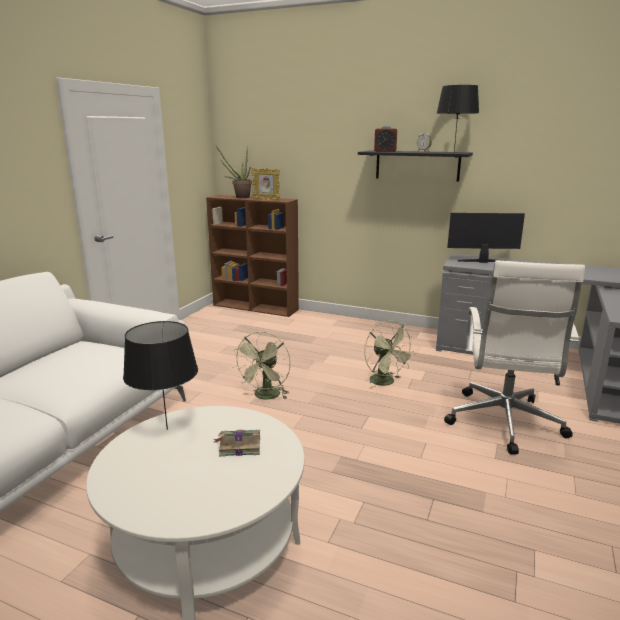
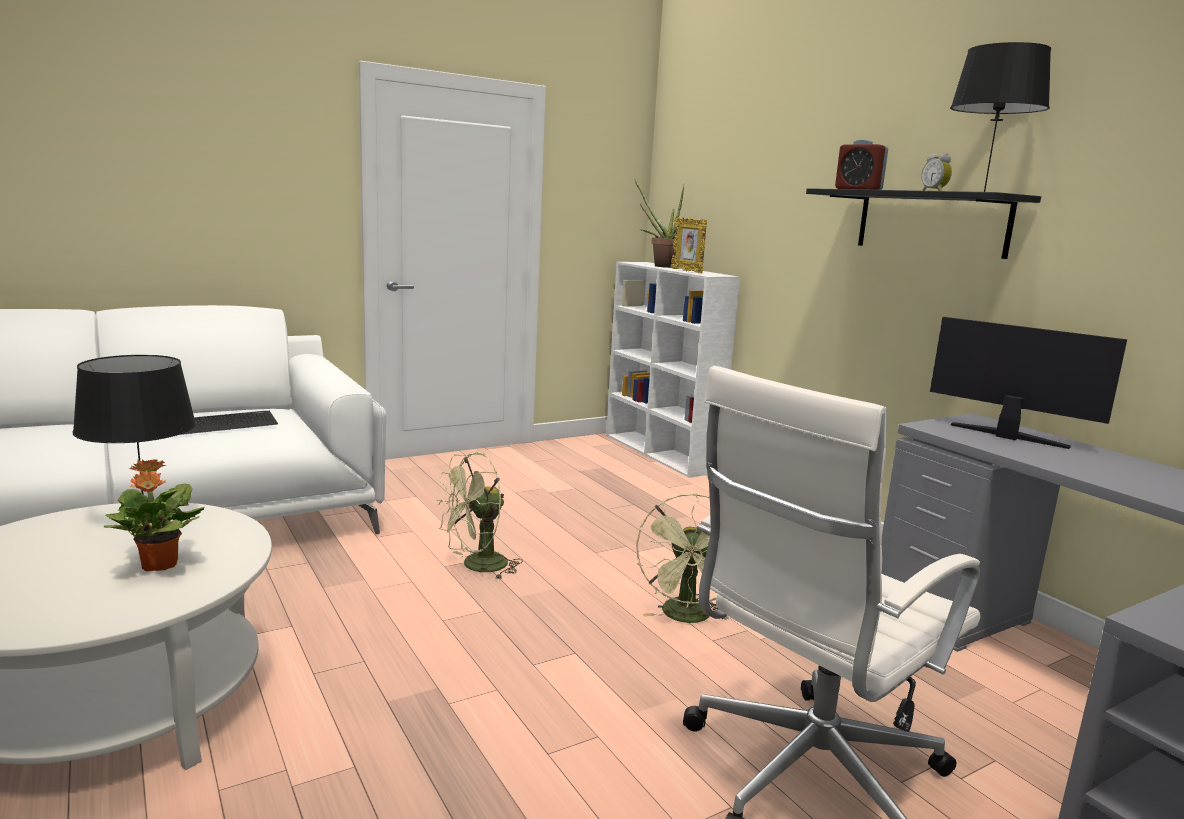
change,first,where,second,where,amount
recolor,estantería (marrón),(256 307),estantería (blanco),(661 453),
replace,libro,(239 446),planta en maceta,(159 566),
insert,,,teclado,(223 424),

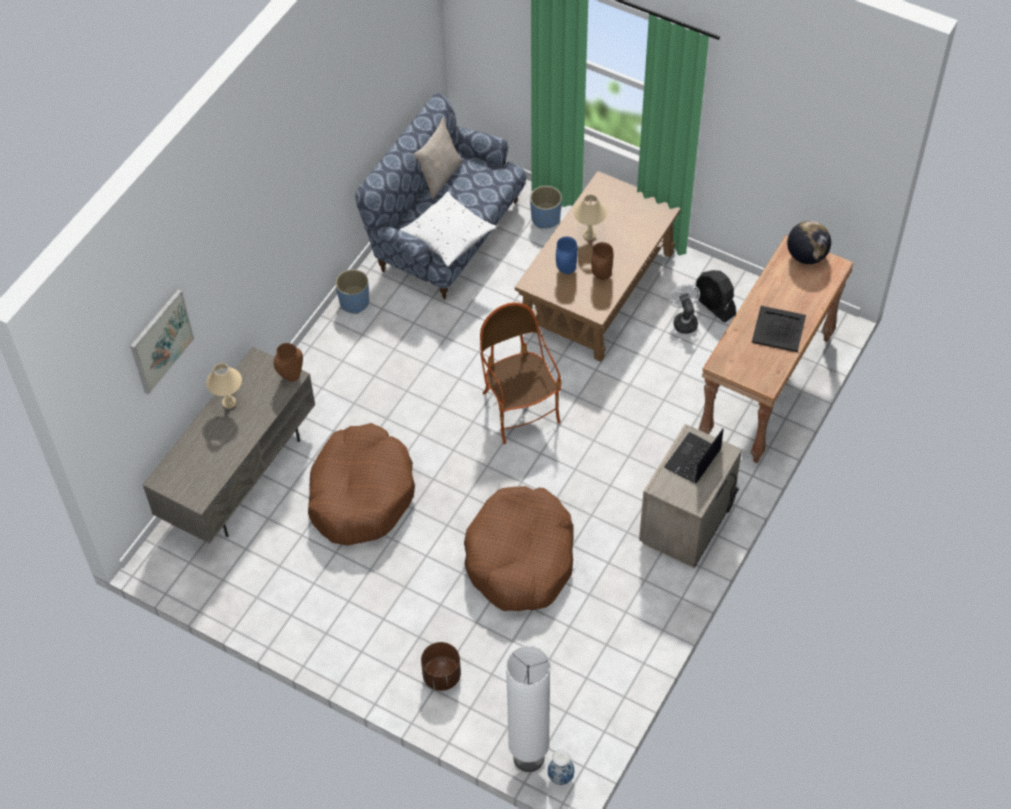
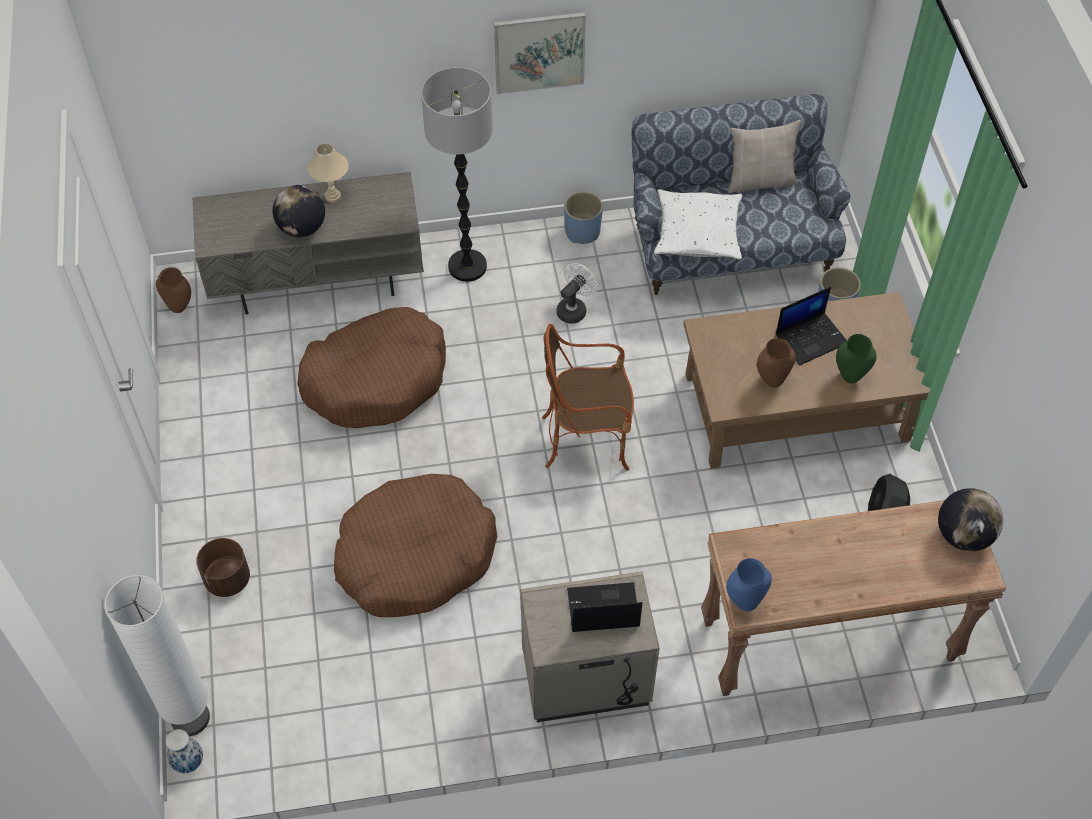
change,first,where,second,where,amount
move,cuadro,(161 341),,(539 52),
move,florero (marrón),(291 376),,(180 307),
rotate,sillón,(519 410),,(587 439),120 degrees counterclockwise
move,florero (azul),(566 270),,(744 603),
replace,lámpara de mesa (beis),(589 235),portátil,(811 338),
move,ventilador (blanco),(684 321),,(574 309),
delete,bandeja (negro),(778 329),,,
insert,,,globo terráqueo,(302 228),
insert,,,lámpara de pie,(467 266),
insert,,,florero (verde),(850 377),

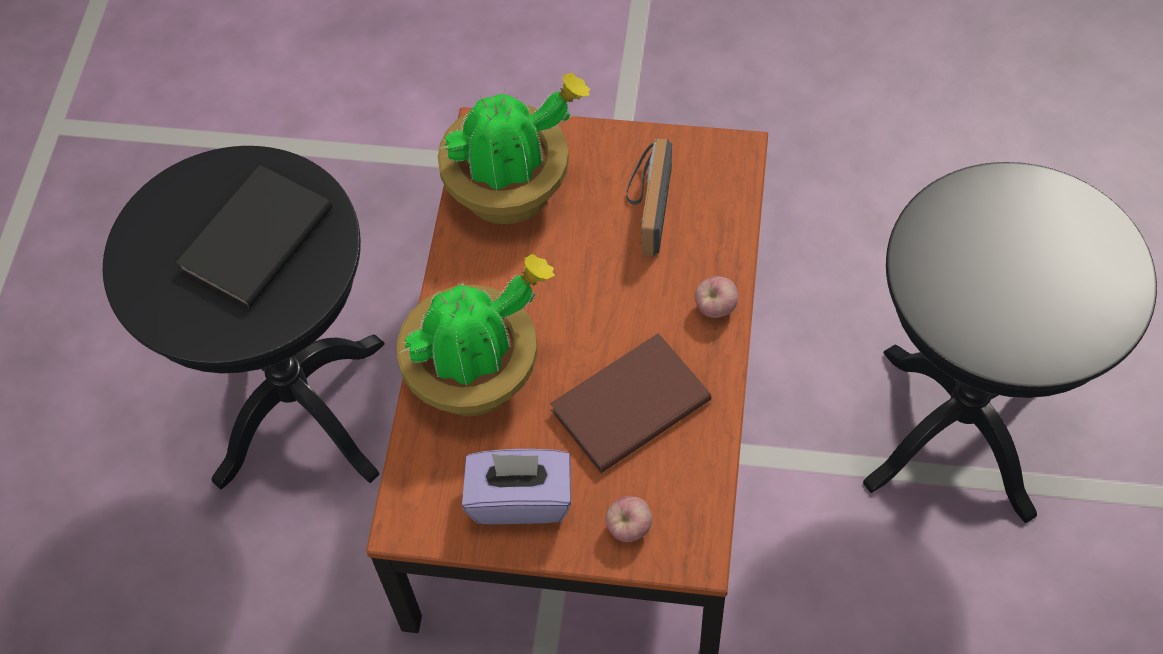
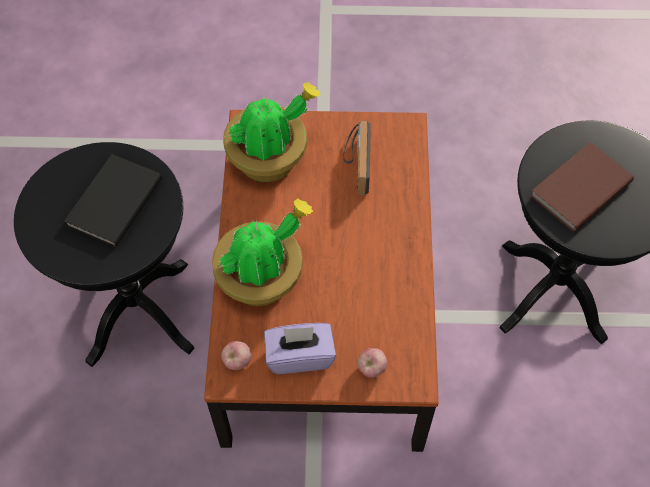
change,first,where,second,where,amount
move,libro (marrón),(627 404),,(578 188),
move,manzana,(715 308),,(237 361),

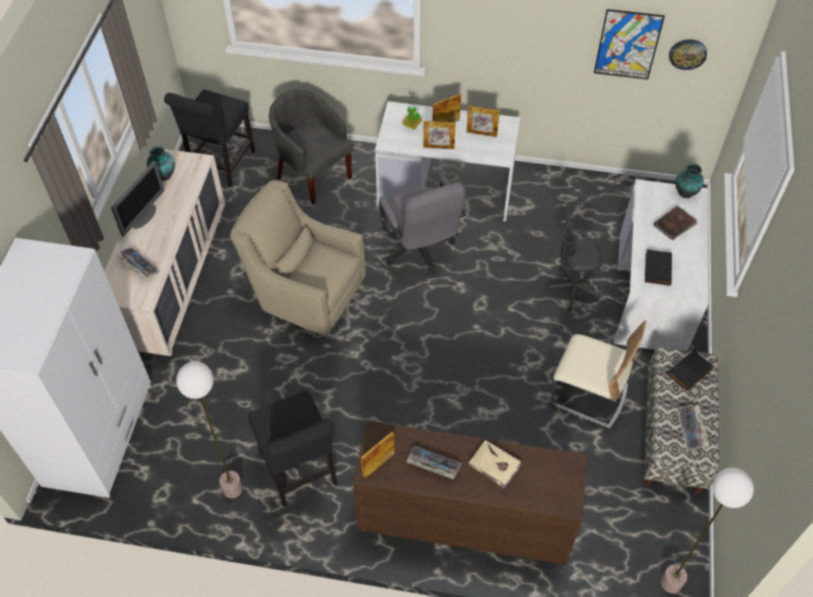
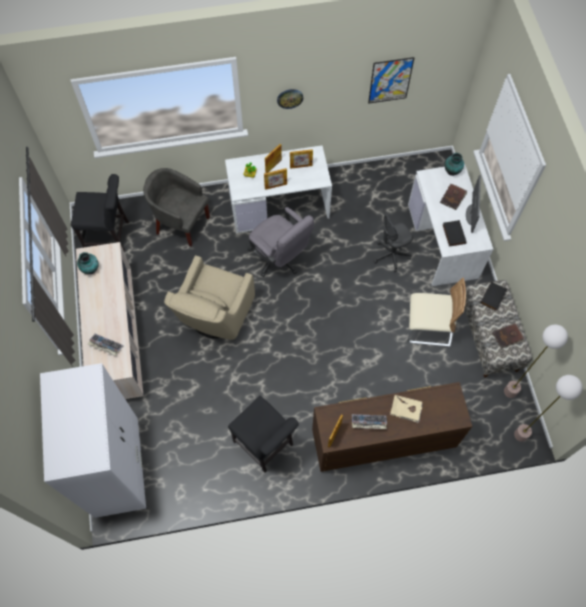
change,first,where,second,where,amount
move,monitor,(144 216),,(471 214),
rotate,silla (negro),(220 165),,(110 236),90 degrees counterclockwise
move,lámpara de pie,(232 489),,(510 391),
rotate,sillón (beis),(305 294),,(214 317),75 degrees counterclockwise
move,reloj de pared,(687 54),,(290 98),
replace,teclado,(692 430),libro (marrón),(508 336),

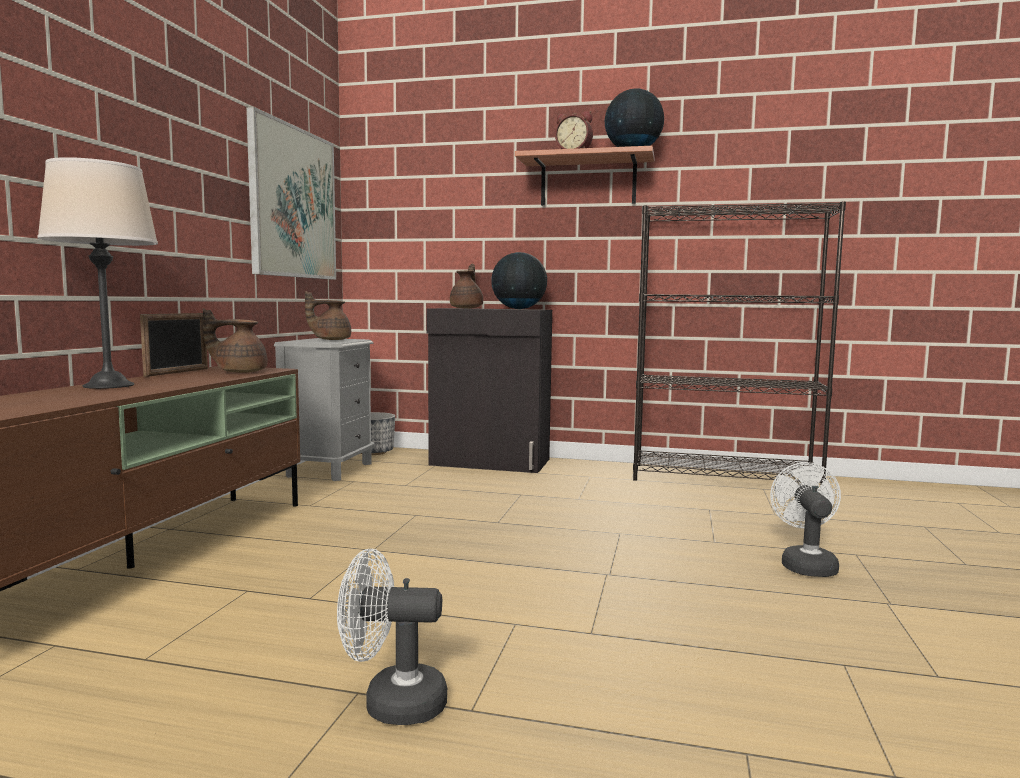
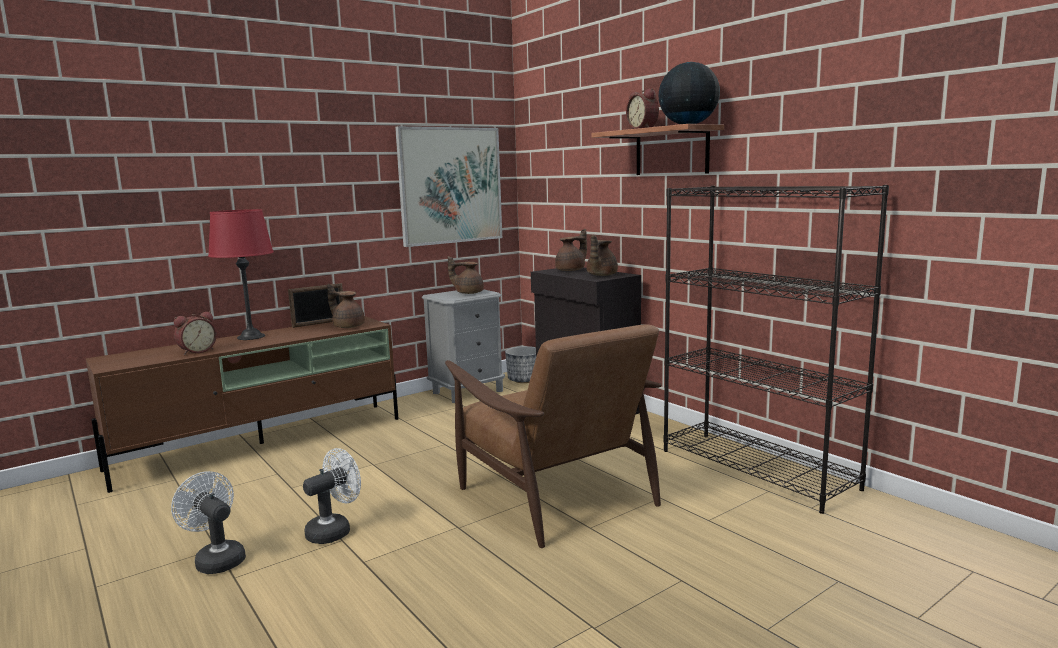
change,first,where,second,where,amount
recolor,lámpara de mesa (beis),(109 385),lámpara de mesa (rojo),(251 337),
replace,globo terráqueo,(518 309),tetera (marrón),(600 275),
move,ventilador (blanco),(805 564),,(334 530),
insert,,,despertador,(196 351),
insert,,,sillón (marrón),(554 493),

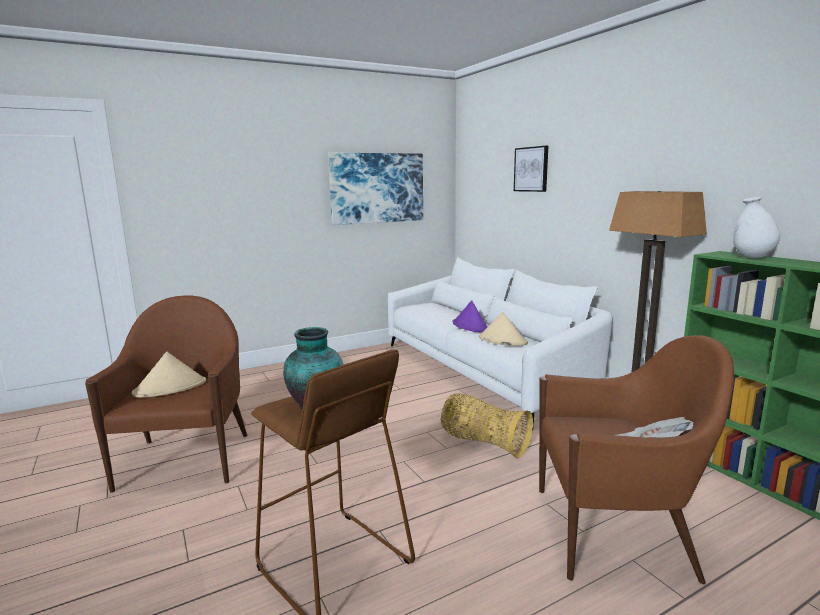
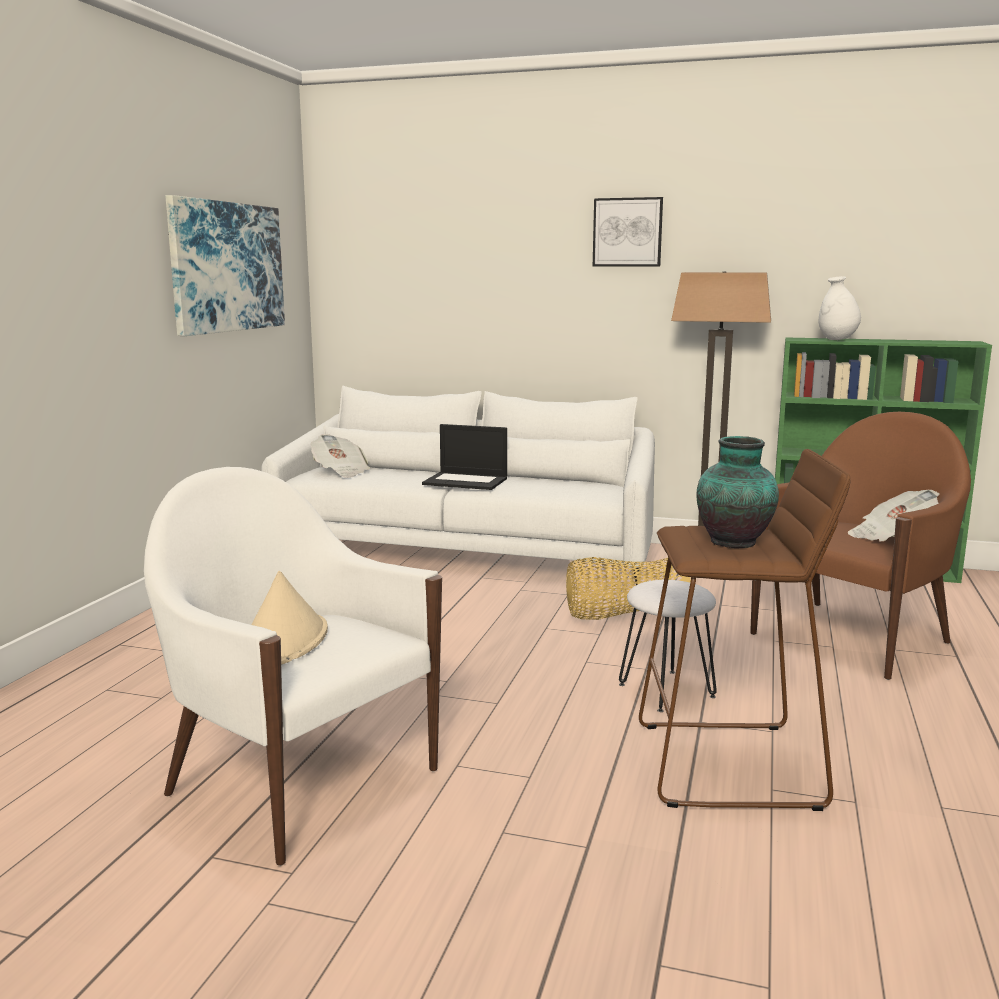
change,first,where,second,where,amount
recolor,sillón (marrón),(186 459),sillón (blanco),(300 780),
replace,sombrero (morado),(470 326),portátil,(466 481),
delete,sombrero (beis),(502 340),,,
move,cuadro,(531 169),,(627 232),
insert,,,periódico,(340 472),
insert,,,taburete (blanco),(667 690),

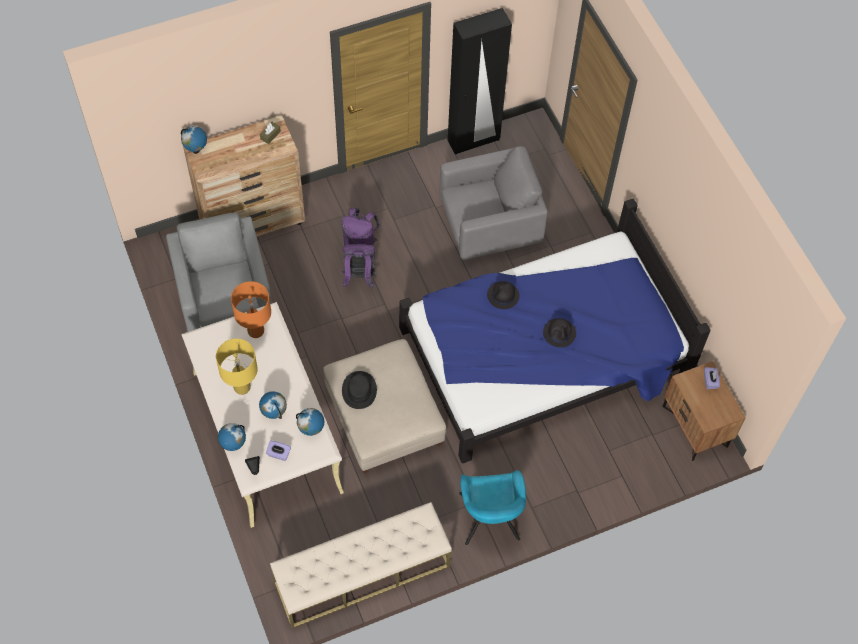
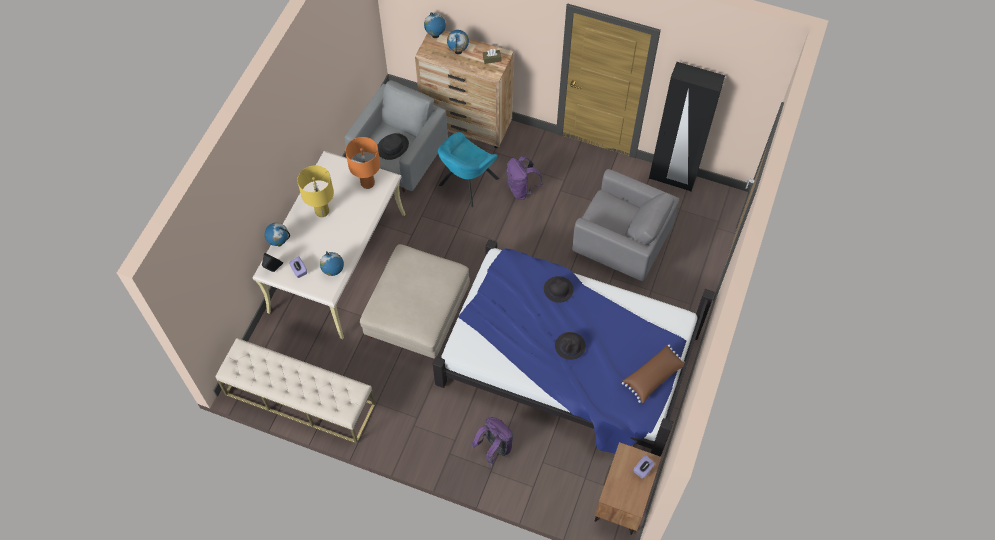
change,first,where,second,where,amount
move,globo terráqueo,(274 413),,(458 52),
move,mochila (morado),(359 278),,(494 448),
move,sombrero (negro),(359 390),,(392 147),
move,sillón (turquesa),(489 520),,(466 184),
insert,,,cojín (marrón),(654 377),

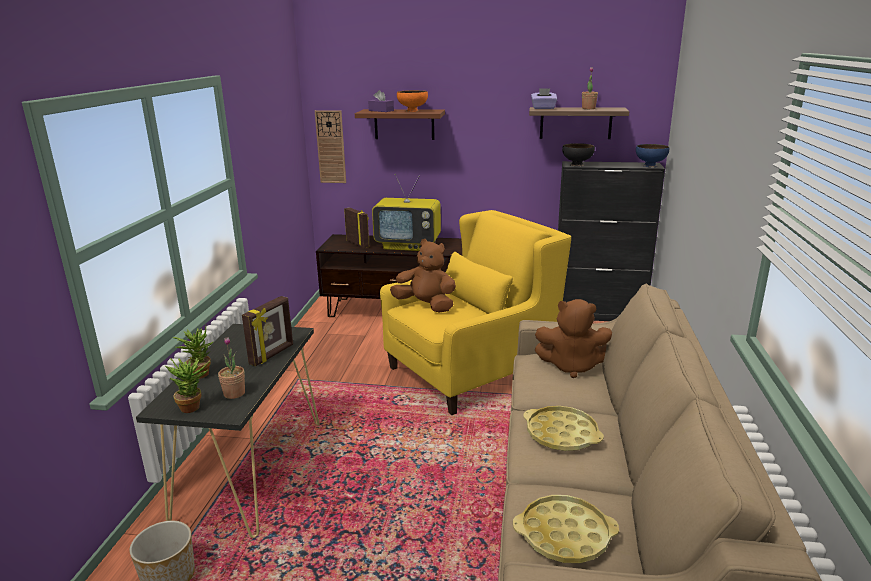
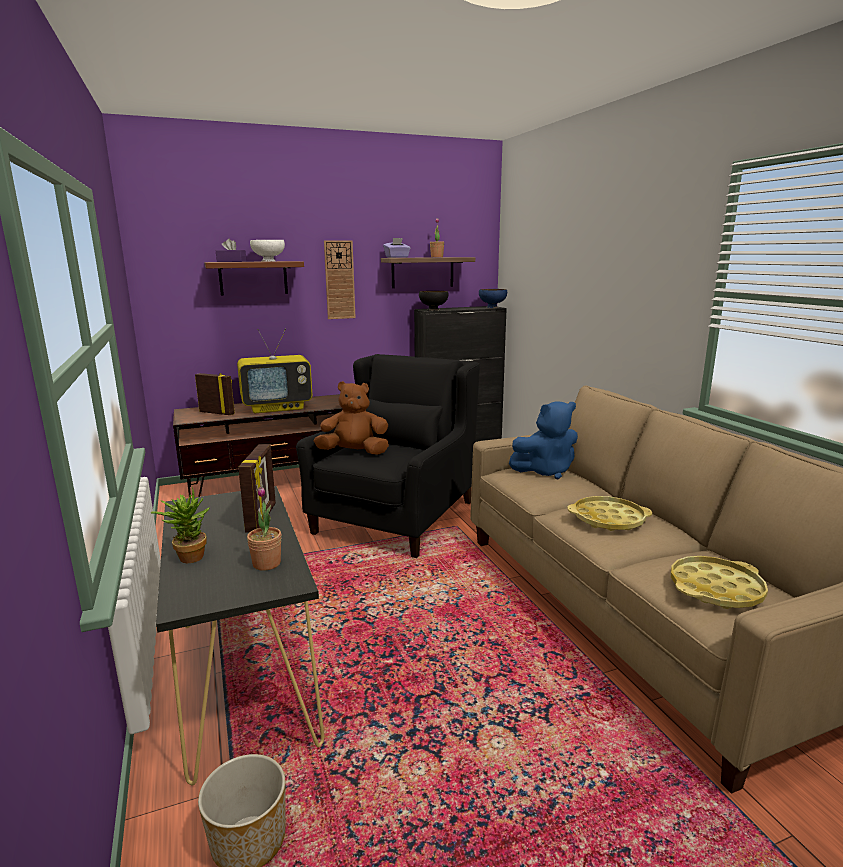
change,first,where,second,where,amount
delete,planta en maceta,(194 407),,,
move,reloj de pared,(331 147),,(339 280),
recolor,sillón (amarillo),(471 371),sillón (negro),(395 517),
recolor,cuenco (naranja),(413 111),cuenco (blanco),(269 261),
recolor,peluche (marrón),(573 366),peluche (azul),(546 471),

